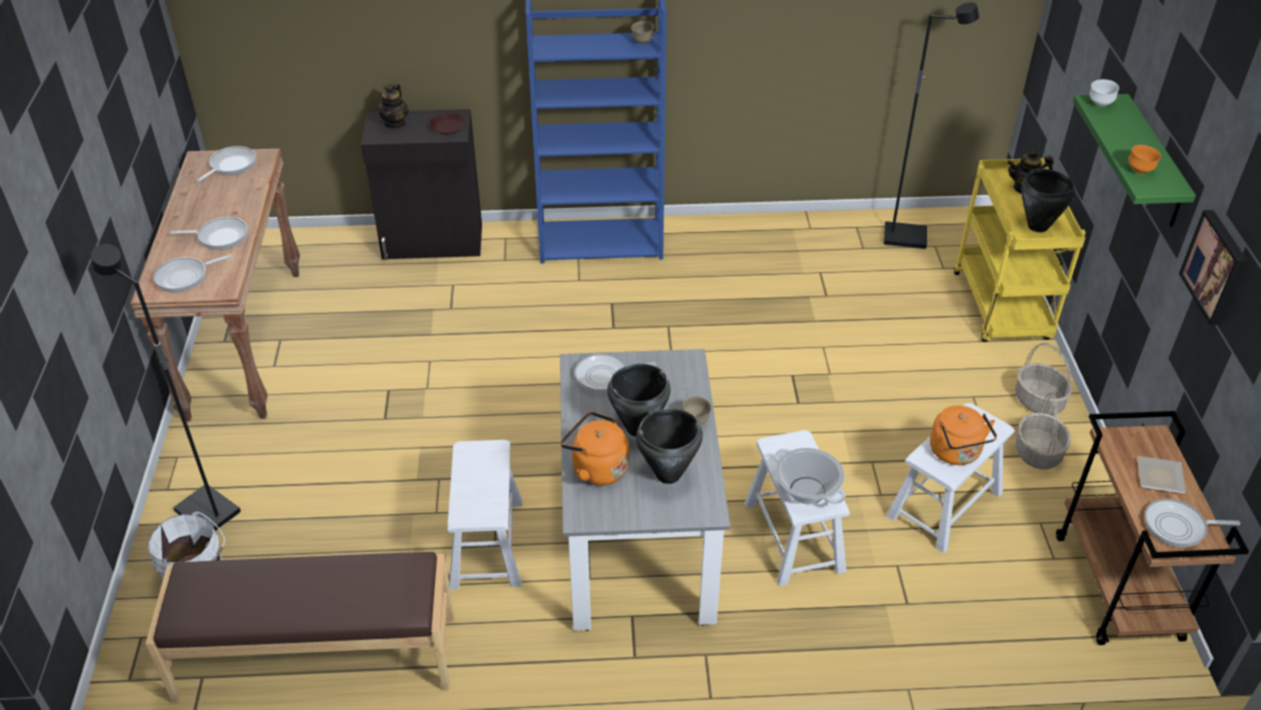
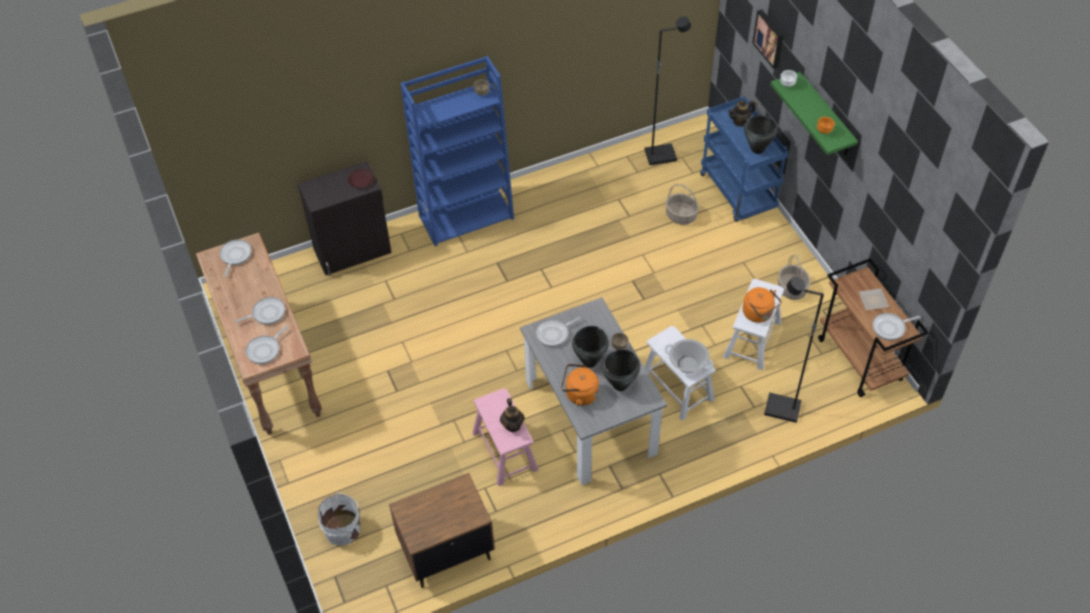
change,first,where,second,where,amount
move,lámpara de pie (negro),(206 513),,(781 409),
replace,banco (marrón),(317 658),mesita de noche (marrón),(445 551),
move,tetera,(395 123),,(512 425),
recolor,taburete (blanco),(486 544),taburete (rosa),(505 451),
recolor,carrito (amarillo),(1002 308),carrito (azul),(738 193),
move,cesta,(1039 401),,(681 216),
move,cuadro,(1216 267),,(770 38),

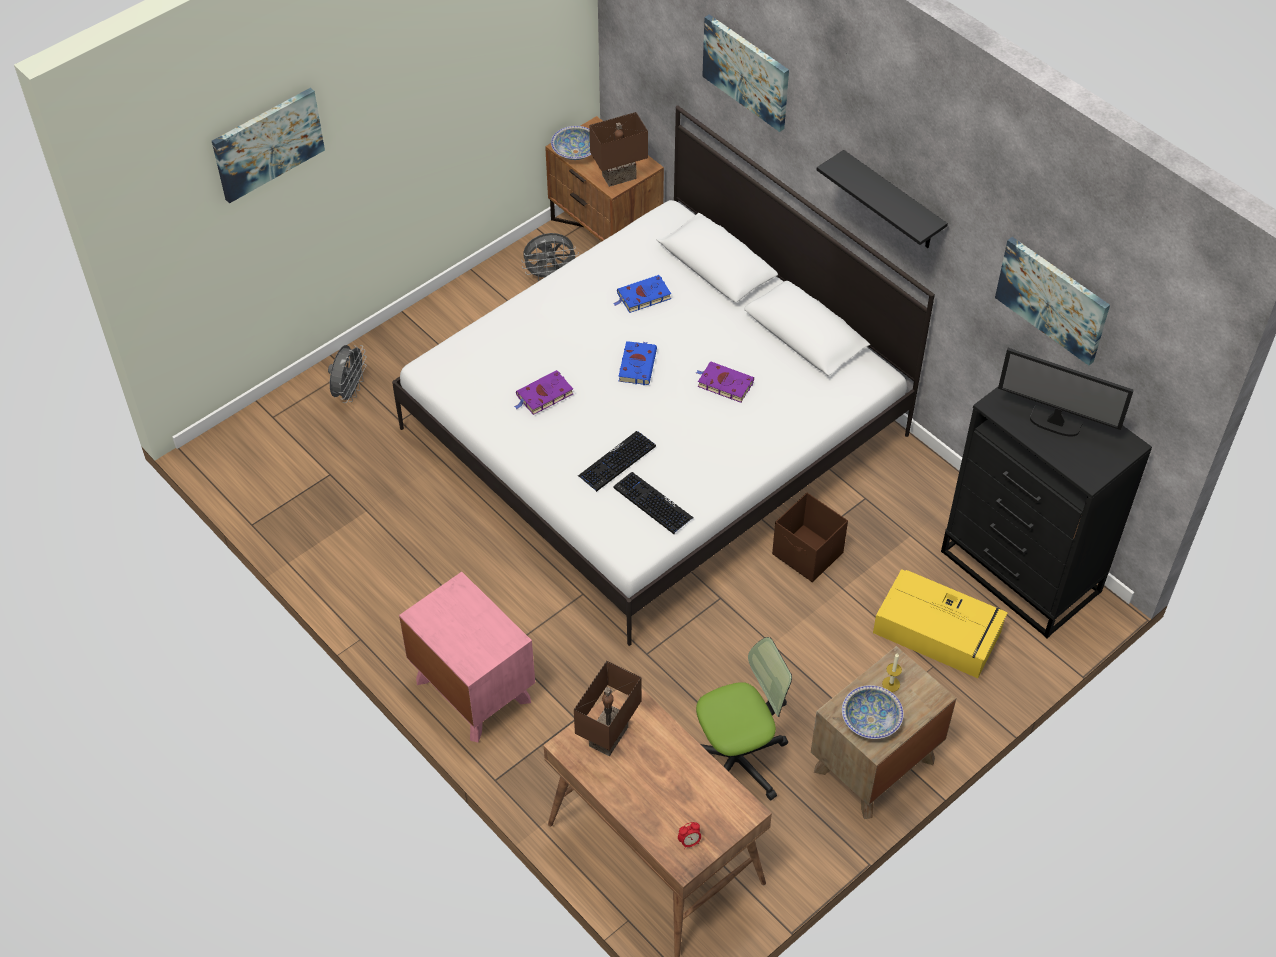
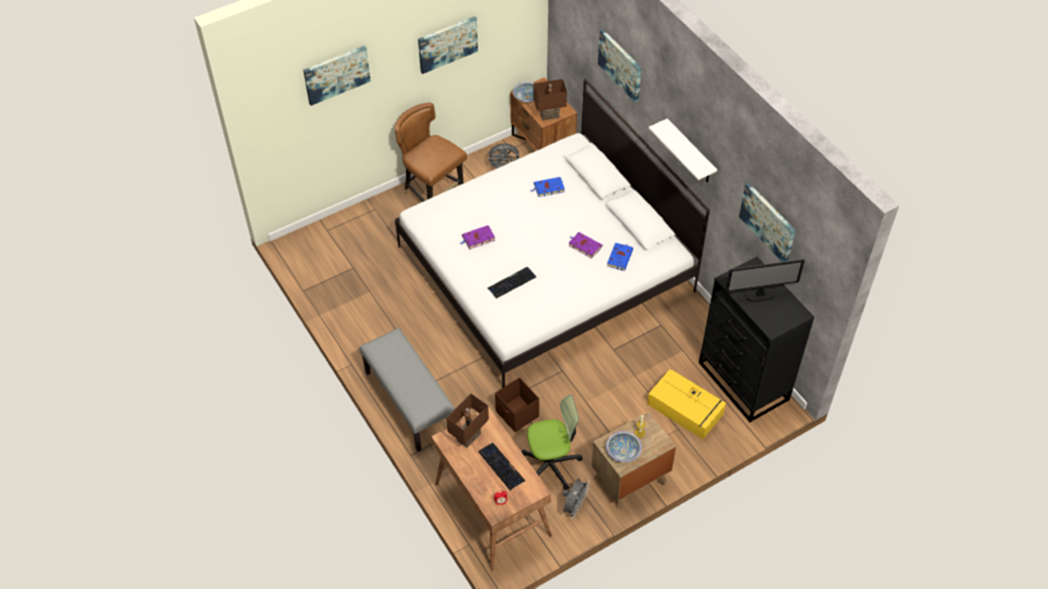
change,first,where,second,where,amount
move,ventilador (gris),(349 391),,(574 507),
replace,mesita de noche (rosa),(472 690),banco (gris),(408 402),
move,teclado,(652 503),,(501 466),
move,libro (azul),(637 364),,(620 257),
move,caja de almacenaje (marrón),(808 554),,(517 414),
recolor,estante (negro),(892 202),estante (blanco),(690 153),
rotate,monitor,(1055 423),,(760 295),45 degrees counterclockwise
insert,,,silla (marrón),(433 194),
insert,,,cuadro,(447 44),

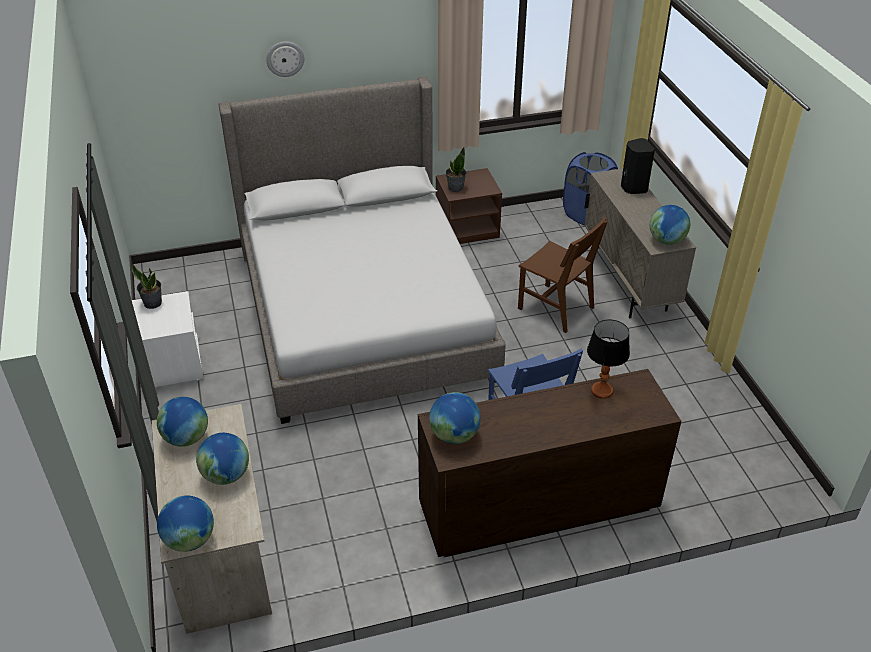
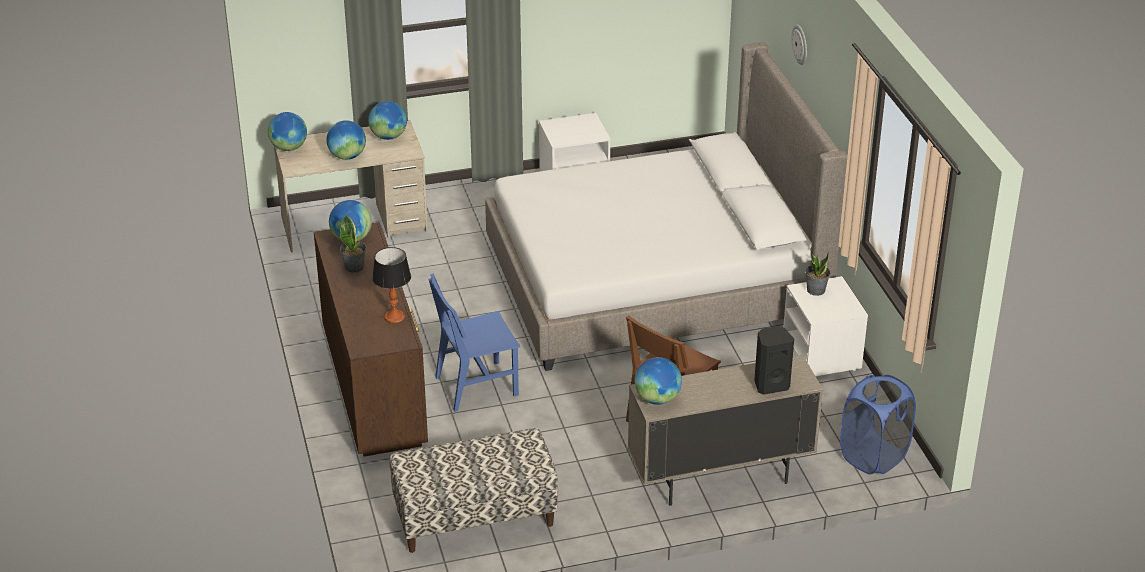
change,first,where,second,where,amount
move,planta en maceta,(153 303),,(354 267),
recolor,mesita de noche (marrón),(467 228),mesita de noche (blanco),(822 354),
insert,,,banco,(474 518),

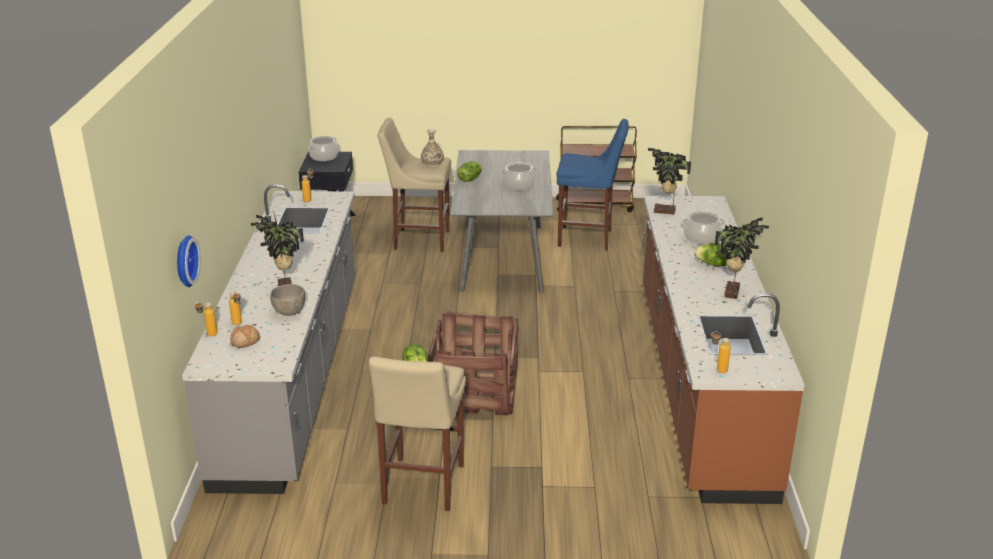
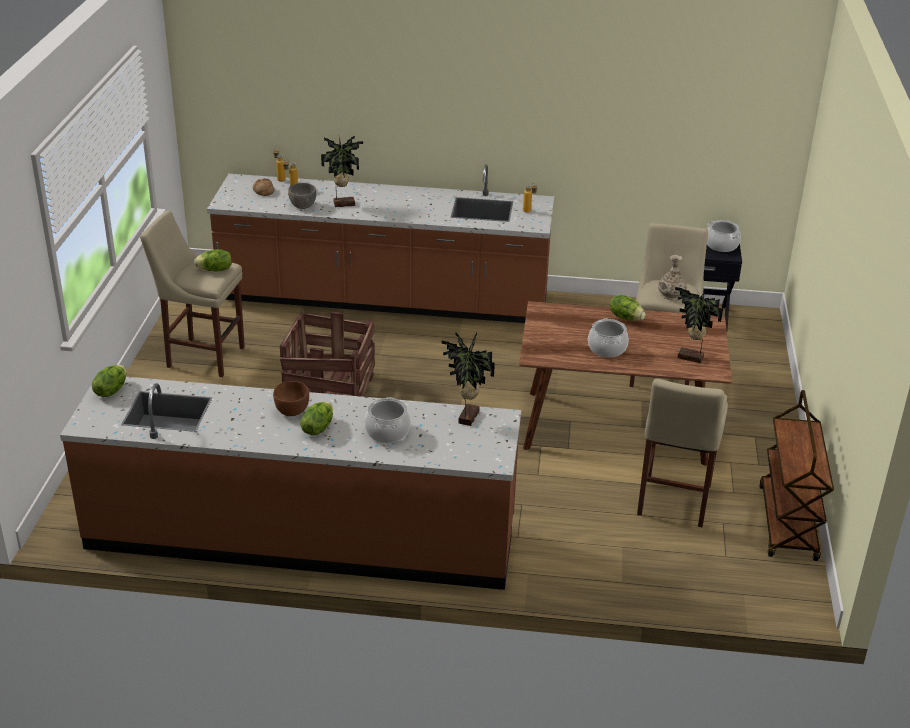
change,first,where,second,where,amount
delete,reloj de pared,(183 261),,,
recolor,mueble bajo de cocina (gris),(293 375),mueble bajo de cocina (marrón),(384 300),
recolor,mesa de comedor (gris),(503 257),mesa de comedor (marrón),(614 428),
recolor,taburete (azul),(588 238),taburete (beis),(672 502),
replace,botella,(717 369),lechuga,(111 390),
move,planta en maceta,(733 292),,(690 359),
insert,,,cuenco (marrón),(292 411),

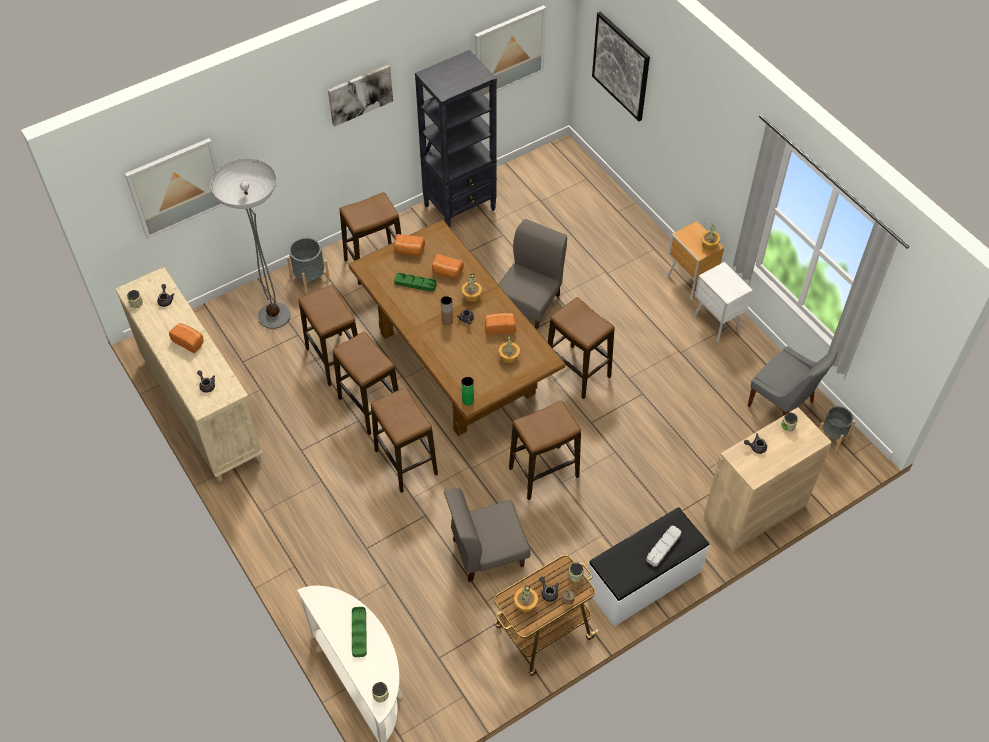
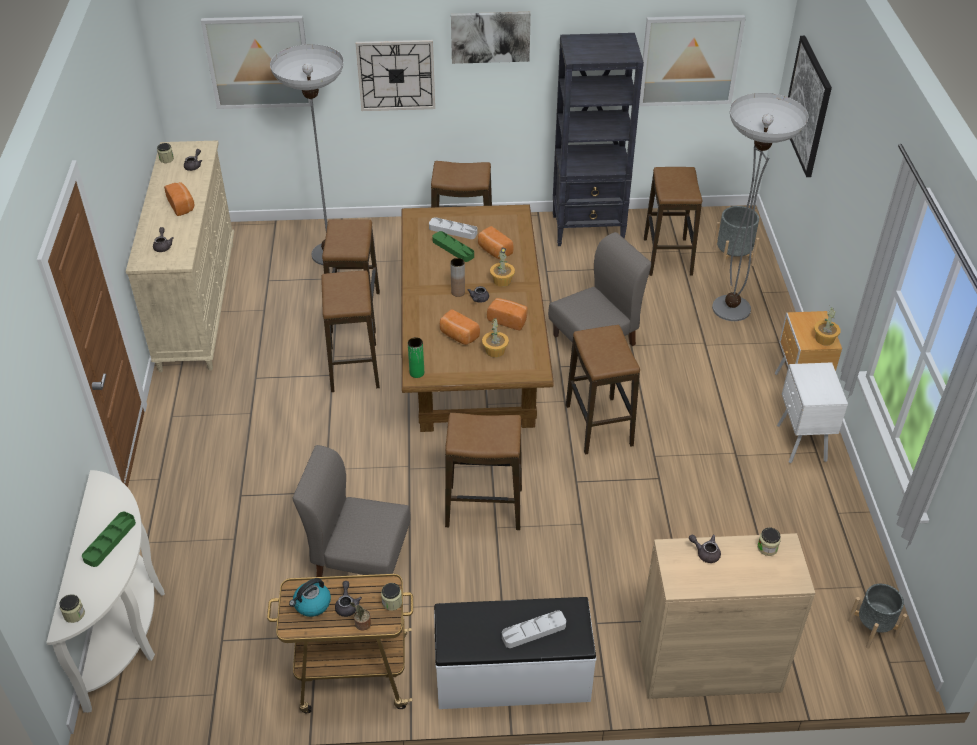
change,first,where,second,where,amount
move,maceta (gris),(310 278),,(733 257),
move,taburete,(405 462),,(667 257),
move,pan,(409 251),,(458 336),
replace,planta en maceta,(525 604),hervidor,(312 604),
delete,silla (gris),(782 405),,,
insert,,,reloj de pared,(396 75),
insert,,,bandeja (gris),(453 230),
insert,,,lámpara de pie,(731 308),

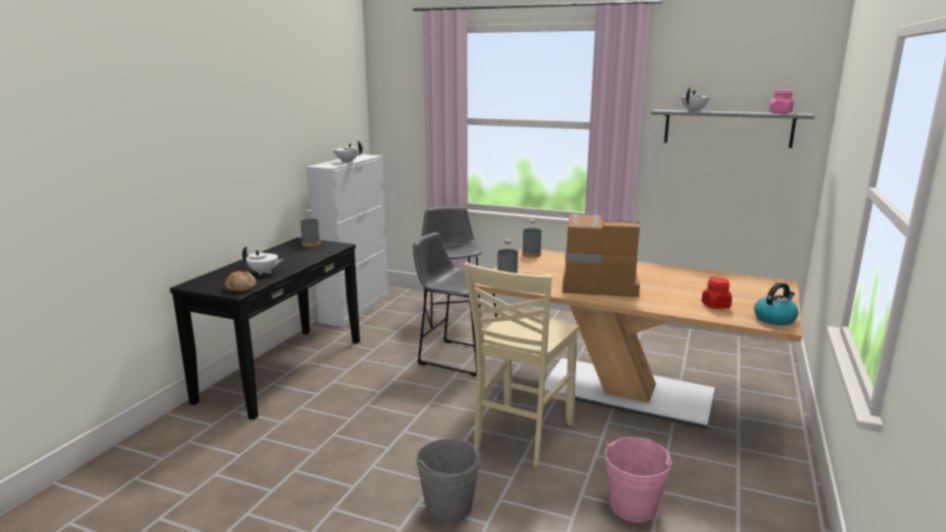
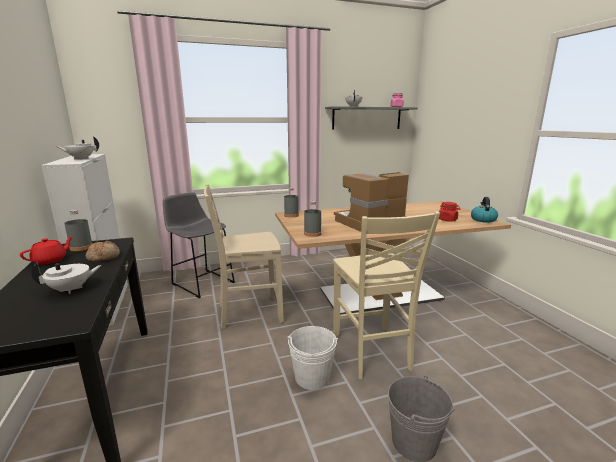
change,first,where,second,where,amount
move,pan,(241 288),,(104 257),
replace,taburete (gris),(456 357),silla (beis),(248 313),
delete,cubo (rosa),(633 506),,,
insert,,,tetera (rojo),(50 260),
insert,,,cubo (blanco),(312 377),

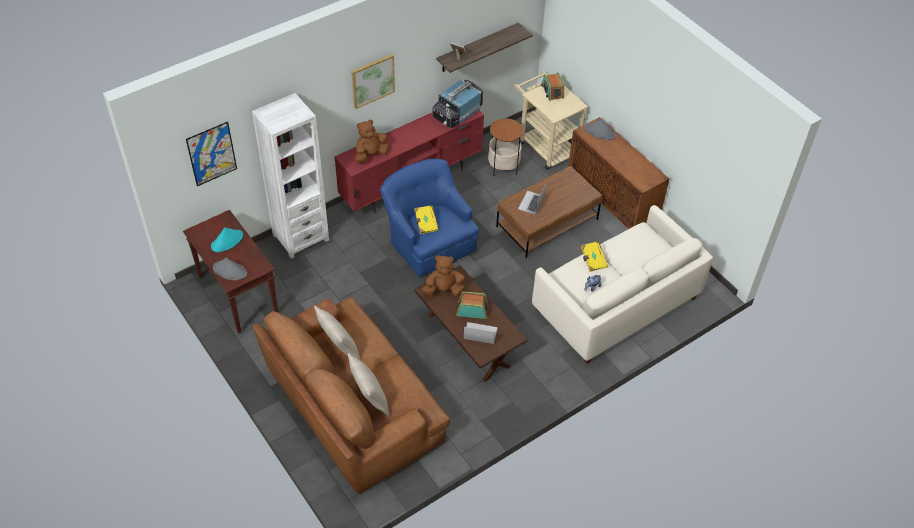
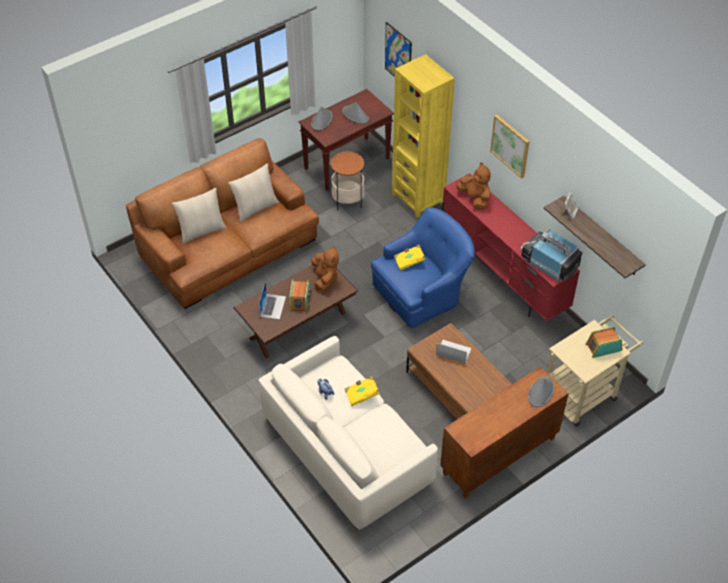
change,first,where,second,where,amount
recolor,sombrero (turquesa),(227 241),sombrero (gris),(355 115),
recolor,estantería (blanco),(301 237),estantería (amarillo),(418 198),
move,mesa auxiliar,(503 167),,(348 200),

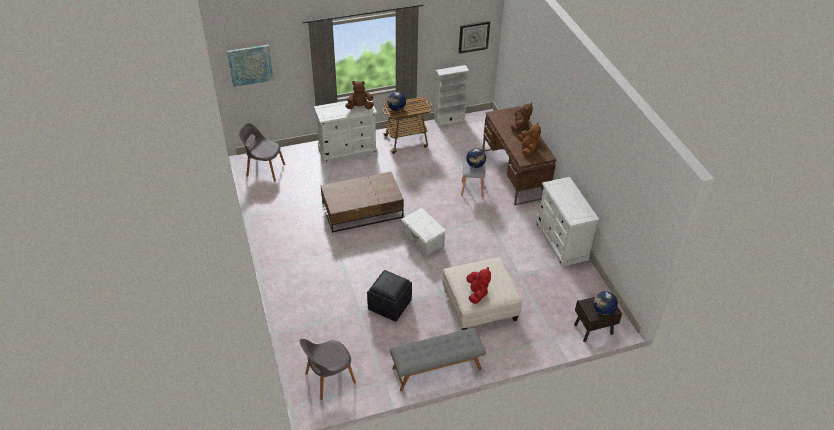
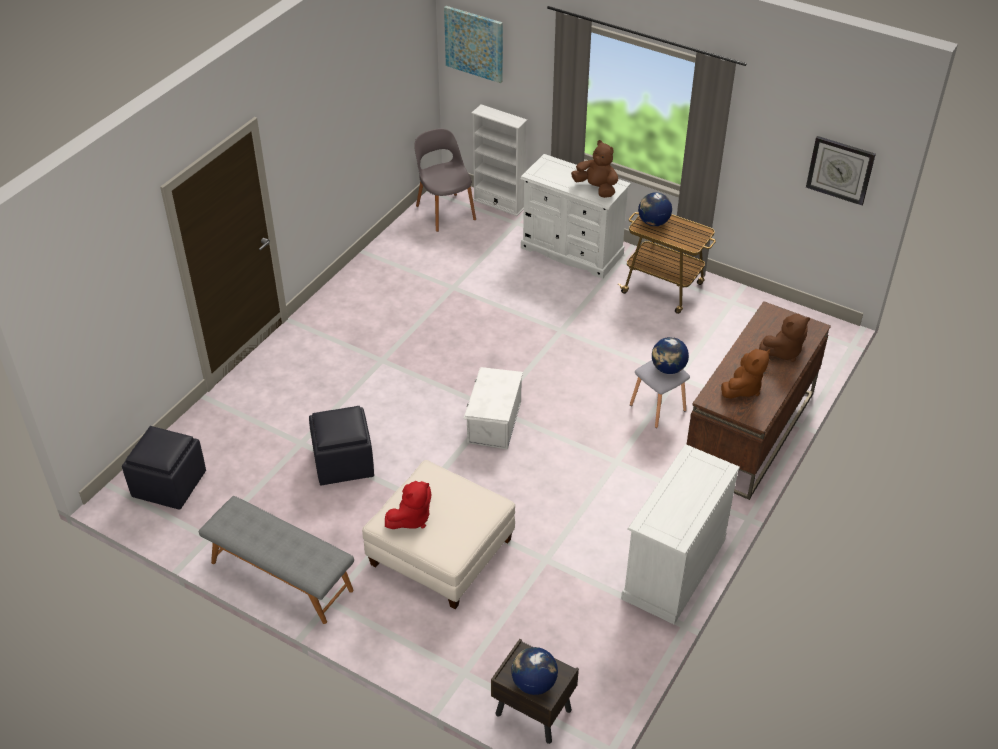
change,first,where,second,where,amount
replace,silla (gris),(329 379),puf (negro),(169 484),
delete,mesa de centro (marrón),(363 211),,,
move,estantería (blanco),(449 120),,(499 203),

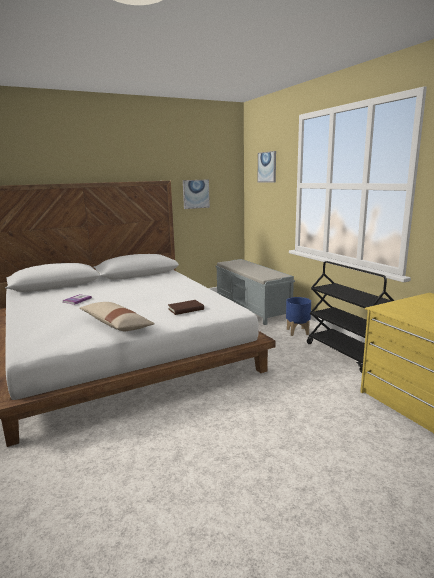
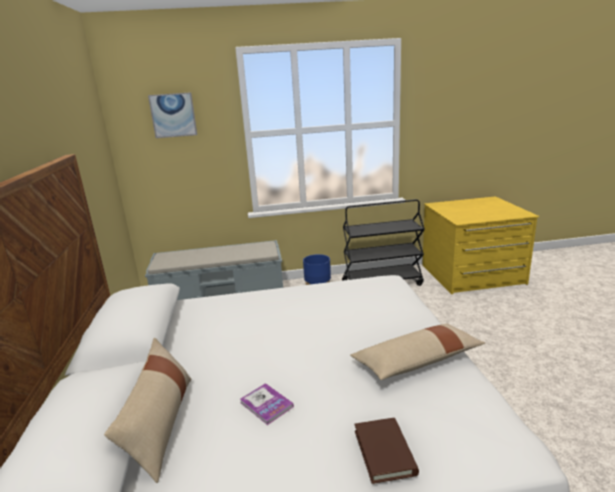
change,first,where,second,where,amount
move,libro (marrón),(186 309),,(384 452),
delete,cuadro,(196 194),,,
insert,,,cojín (beis),(161 424),

